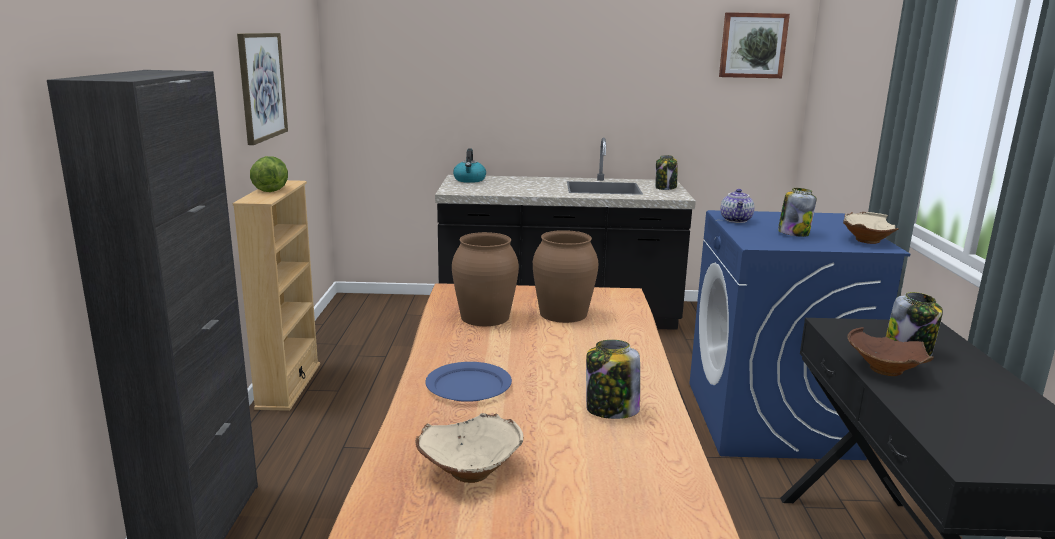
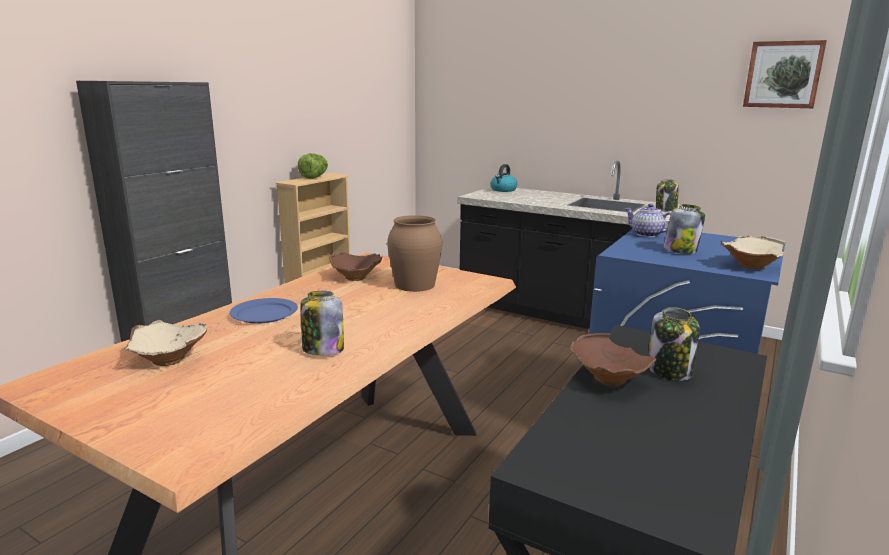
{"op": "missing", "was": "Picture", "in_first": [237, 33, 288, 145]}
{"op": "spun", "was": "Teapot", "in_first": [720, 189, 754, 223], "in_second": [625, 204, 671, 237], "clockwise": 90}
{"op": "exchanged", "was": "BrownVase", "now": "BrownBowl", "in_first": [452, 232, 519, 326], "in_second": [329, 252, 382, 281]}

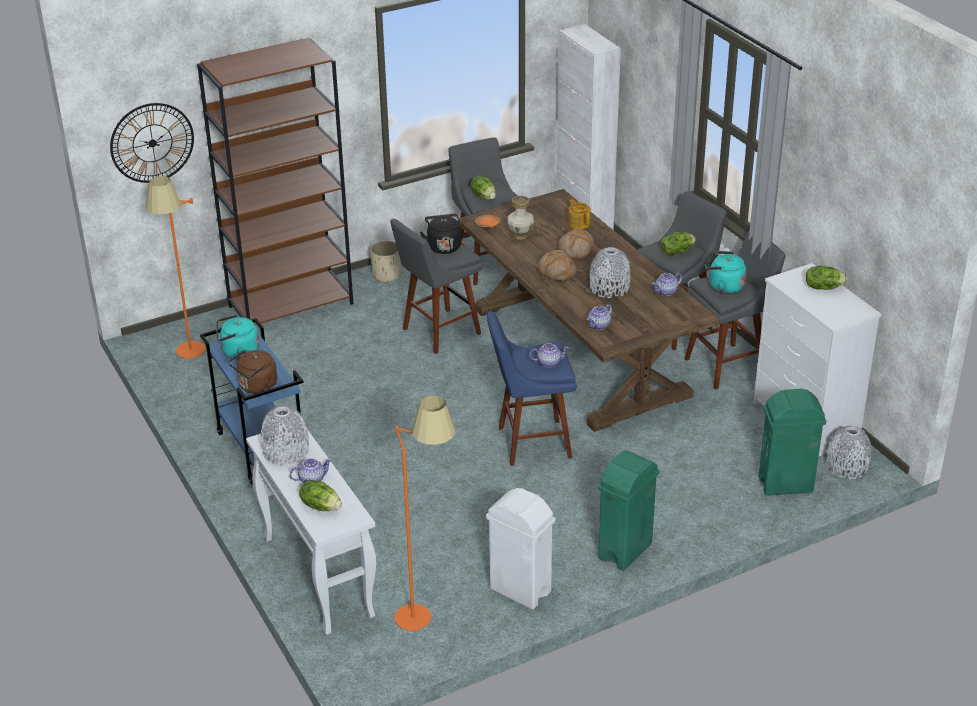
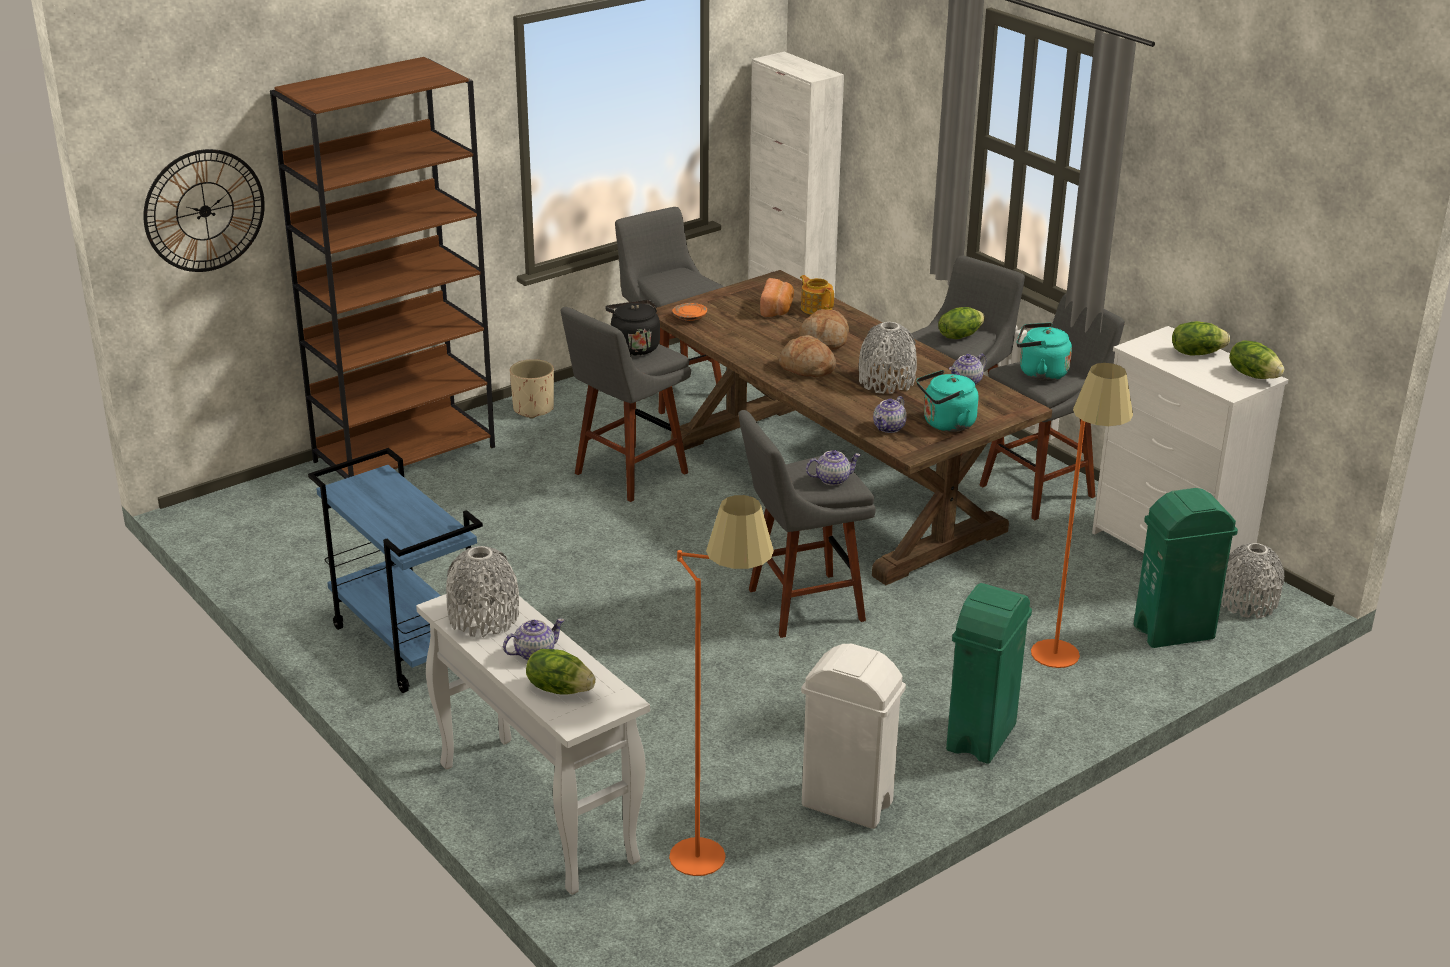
{"op": "relocated", "was": "OrangeFloorLamp", "in_first": [146, 176, 206, 358], "in_second": [1031, 363, 1133, 668]}
{"op": "relocated", "was": "Lettuce", "in_first": [471, 176, 496, 200], "in_second": [1229, 341, 1284, 379]}
{"op": "missing", "was": "Vase", "in_first": [507, 196, 534, 240]}
{"op": "colour", "was": "BlueStool", "now": "GreyStool", "in_first": [487, 311, 577, 466], "in_second": [738, 410, 876, 638]}
{"op": "relocated", "was": "TurquoiseKettle", "in_first": [216, 314, 259, 360], "in_second": [916, 370, 979, 432]}
{"op": "missing", "was": "BrownKettle", "in_first": [228, 349, 277, 394]}
{"op": "appeared", "now": "Bread", "in_second": [760, 278, 794, 317]}

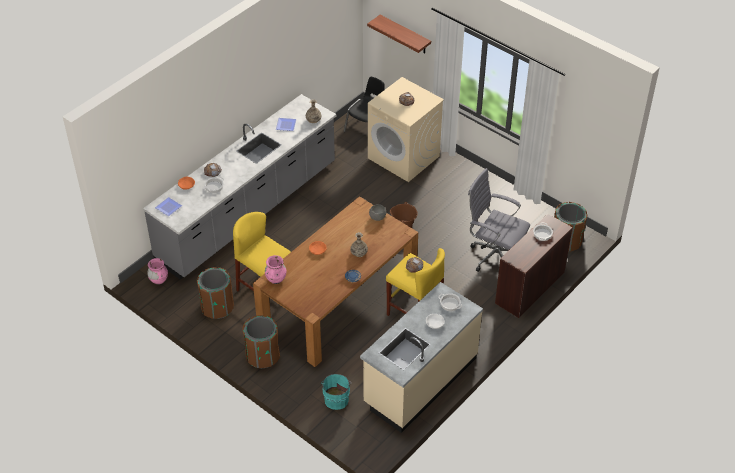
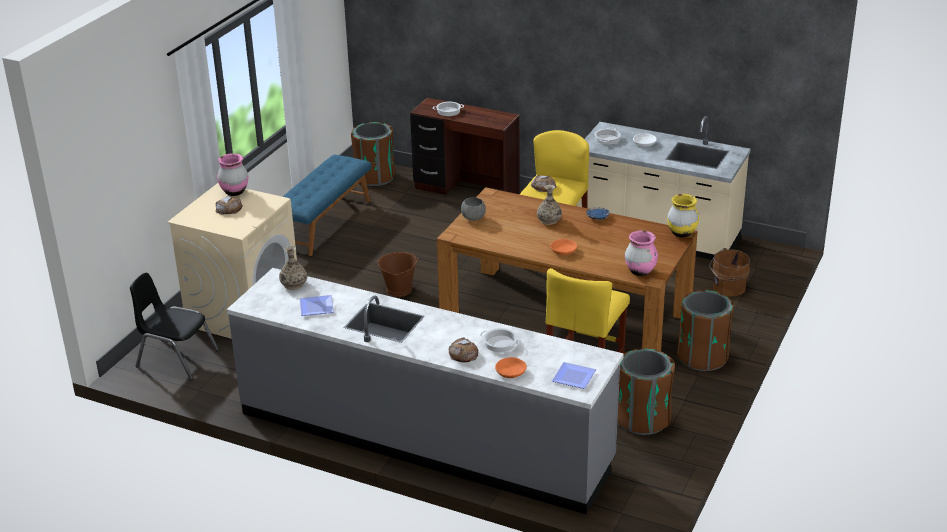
{"op": "missing", "was": "Shelf", "in_first": [367, 15, 431, 53]}
{"op": "missing", "was": "GreyOfficeChair", "in_first": [468, 168, 530, 272]}
{"op": "relocated", "was": "PinkVase", "in_first": [147, 258, 168, 285], "in_second": [217, 153, 248, 196]}
{"op": "colour", "was": "TurquoiseBucket", "now": "BrownBucket", "in_first": [321, 374, 351, 410], "in_second": [709, 248, 750, 297]}
{"op": "appeared", "now": "BlueBench", "in_second": [283, 154, 372, 256]}
{"op": "appeared", "now": "YellowVase", "in_second": [667, 194, 699, 238]}

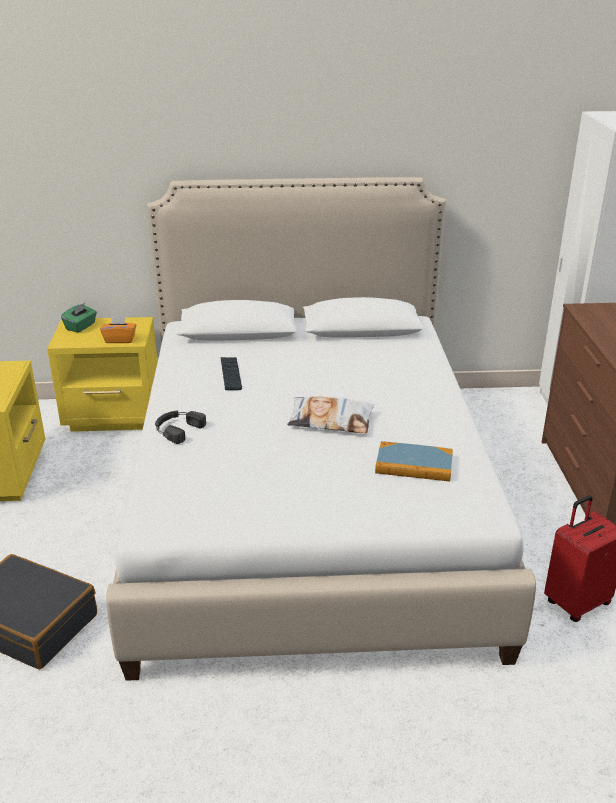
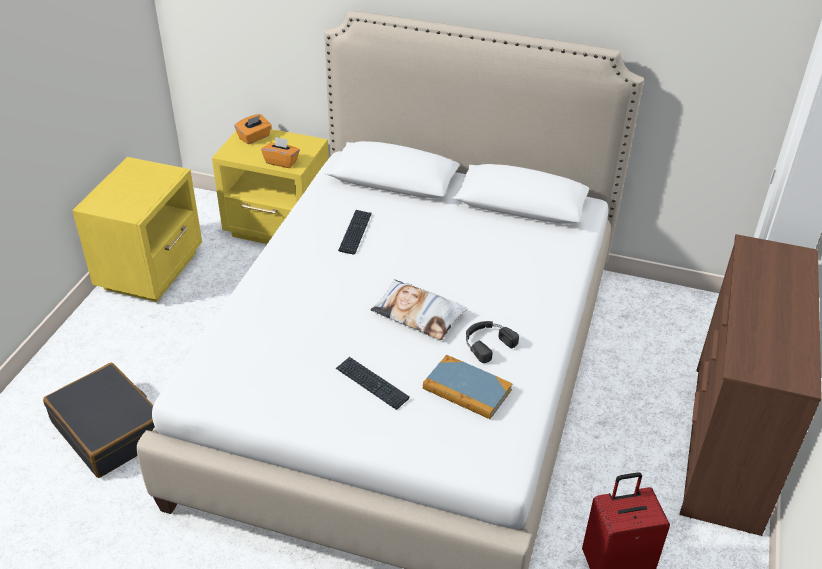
{"op": "colour", "was": "GreenTissueBox", "now": "OrangeTissueBox", "in_first": [61, 303, 97, 333], "in_second": [234, 114, 272, 144]}
{"op": "relocated", "was": "BlackHeadphones", "in_first": [155, 410, 206, 444], "in_second": [466, 321, 519, 363]}
{"op": "appeared", "now": "Keyboard", "in_second": [336, 357, 410, 410]}

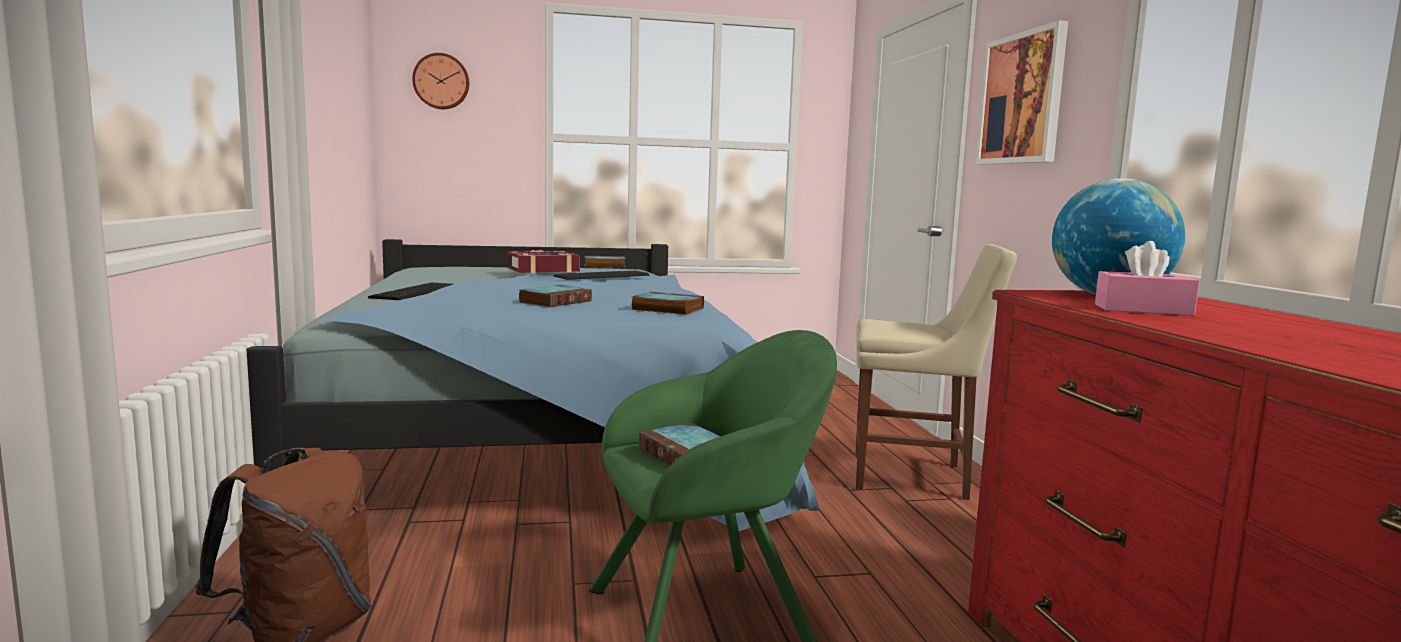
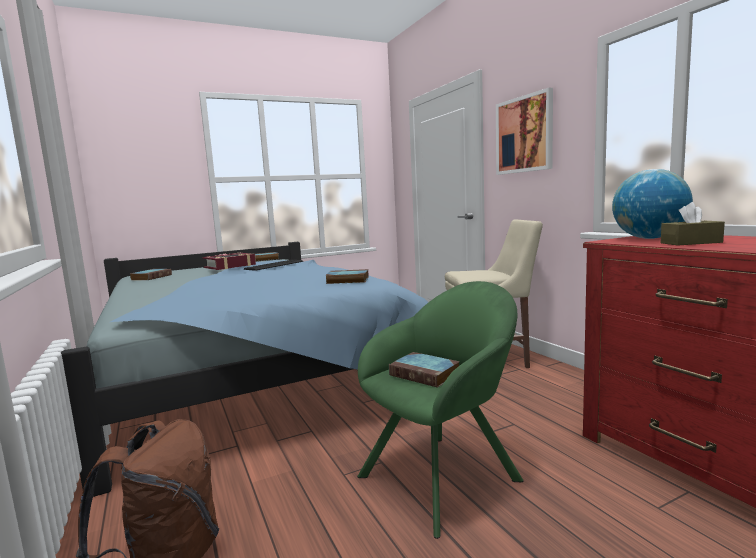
{"op": "missing", "was": "WallClock", "in_first": [412, 53, 469, 109]}
{"op": "colour", "was": "PinkTissueBox", "now": "BrownTissueBox", "in_first": [1095, 241, 1200, 316], "in_second": [661, 202, 725, 246]}
{"op": "missing", "was": "Keyboard", "in_first": [368, 283, 453, 300]}
{"op": "relocated", "was": "Book", "in_first": [519, 285, 592, 307], "in_second": [130, 269, 172, 280]}

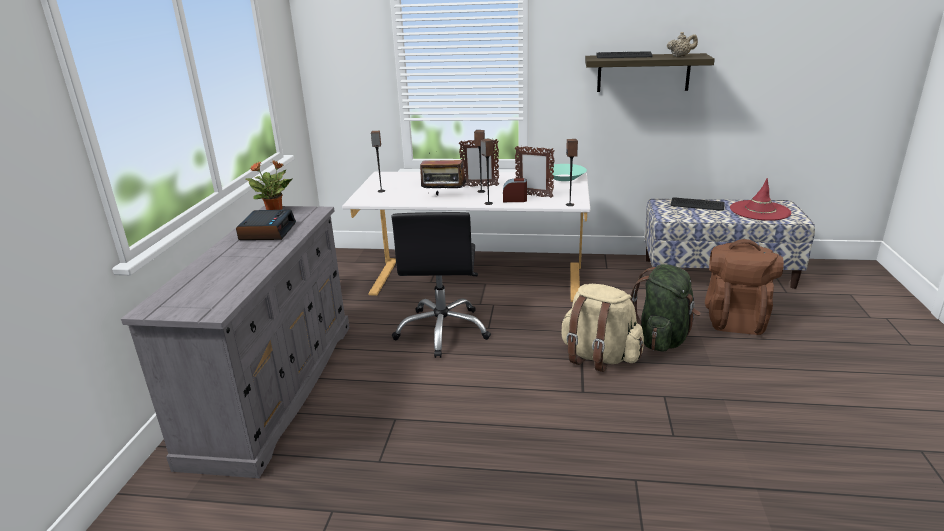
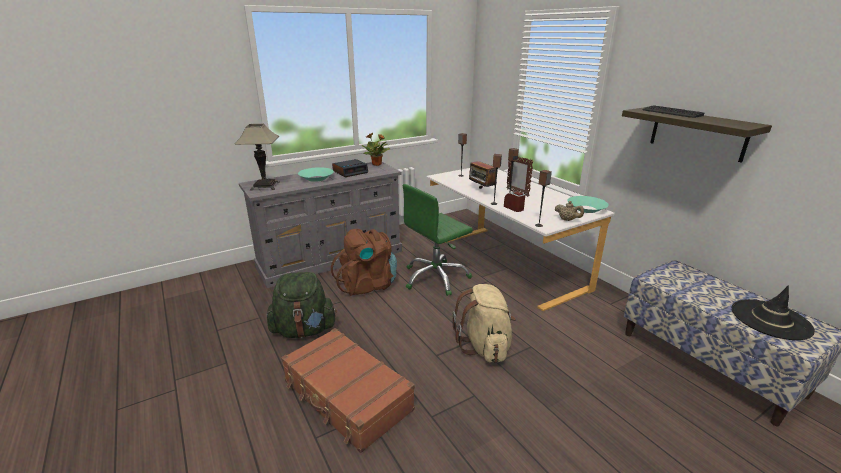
{"op": "relocated", "was": "BeigeTeapot", "in_first": [667, 32, 698, 57], "in_second": [555, 201, 584, 221]}
{"op": "missing", "was": "PictureFrame", "in_first": [515, 146, 555, 198]}
{"op": "colour", "was": "RedHat", "now": "BlackHat", "in_first": [730, 178, 791, 221], "in_second": [732, 285, 815, 340]}
{"op": "missing", "was": "Keyboard", "in_first": [671, 197, 725, 211]}
{"op": "colour", "was": "BlackOfficeChair", "now": "GreenOfficeChair", "in_first": [392, 212, 491, 358], "in_second": [403, 184, 473, 296]}
{"op": "relocated", "was": "BrownBackpack", "in_first": [705, 239, 784, 335], "in_second": [331, 229, 397, 296]}
{"op": "relocated", "was": "GreenBackpack", "in_first": [630, 264, 701, 352], "in_second": [267, 272, 337, 338]}
{"op": "appeared", "now": "TableLamp", "in_second": [235, 124, 280, 191]}
{"op": "appeared", "now": "TurquoiseBowl", "in_second": [298, 167, 334, 182]}
{"op": "appeared", "now": "BrownSuitcase", "in_second": [281, 328, 415, 453]}

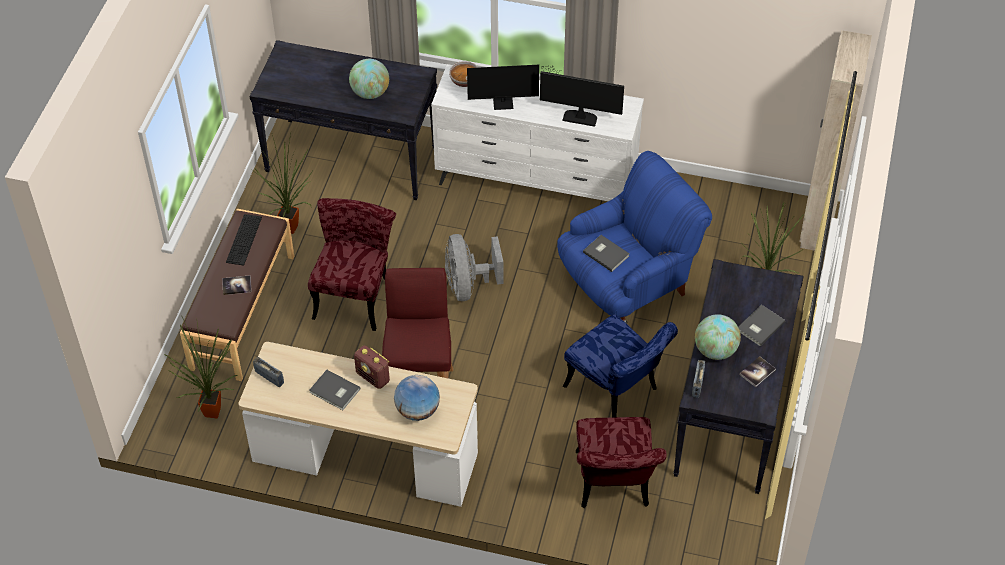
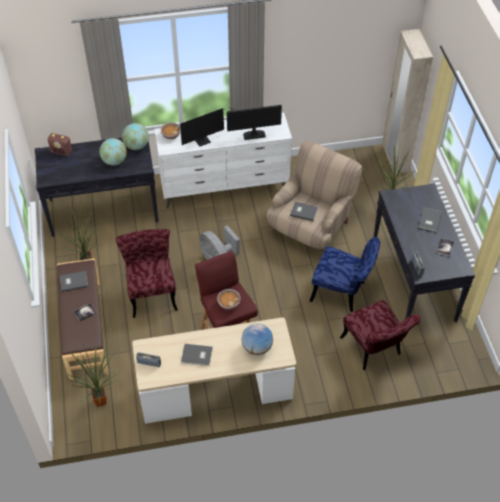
{"op": "colour", "was": "BlueArmchair", "now": "BeigeArmchair", "in_first": [557, 151, 712, 323], "in_second": [267, 141, 363, 252]}
{"op": "exchanged", "was": "Keyboard", "now": "GreyBook", "in_first": [226, 214, 262, 266], "in_second": [60, 271, 88, 292]}
{"op": "relocated", "was": "Globe", "in_first": [695, 314, 741, 360], "in_second": [122, 123, 149, 150]}
{"op": "relocated", "was": "Radio", "in_first": [354, 345, 390, 389], "in_second": [48, 133, 72, 156]}
{"op": "appeared", "now": "Bowl", "in_second": [217, 289, 241, 310]}

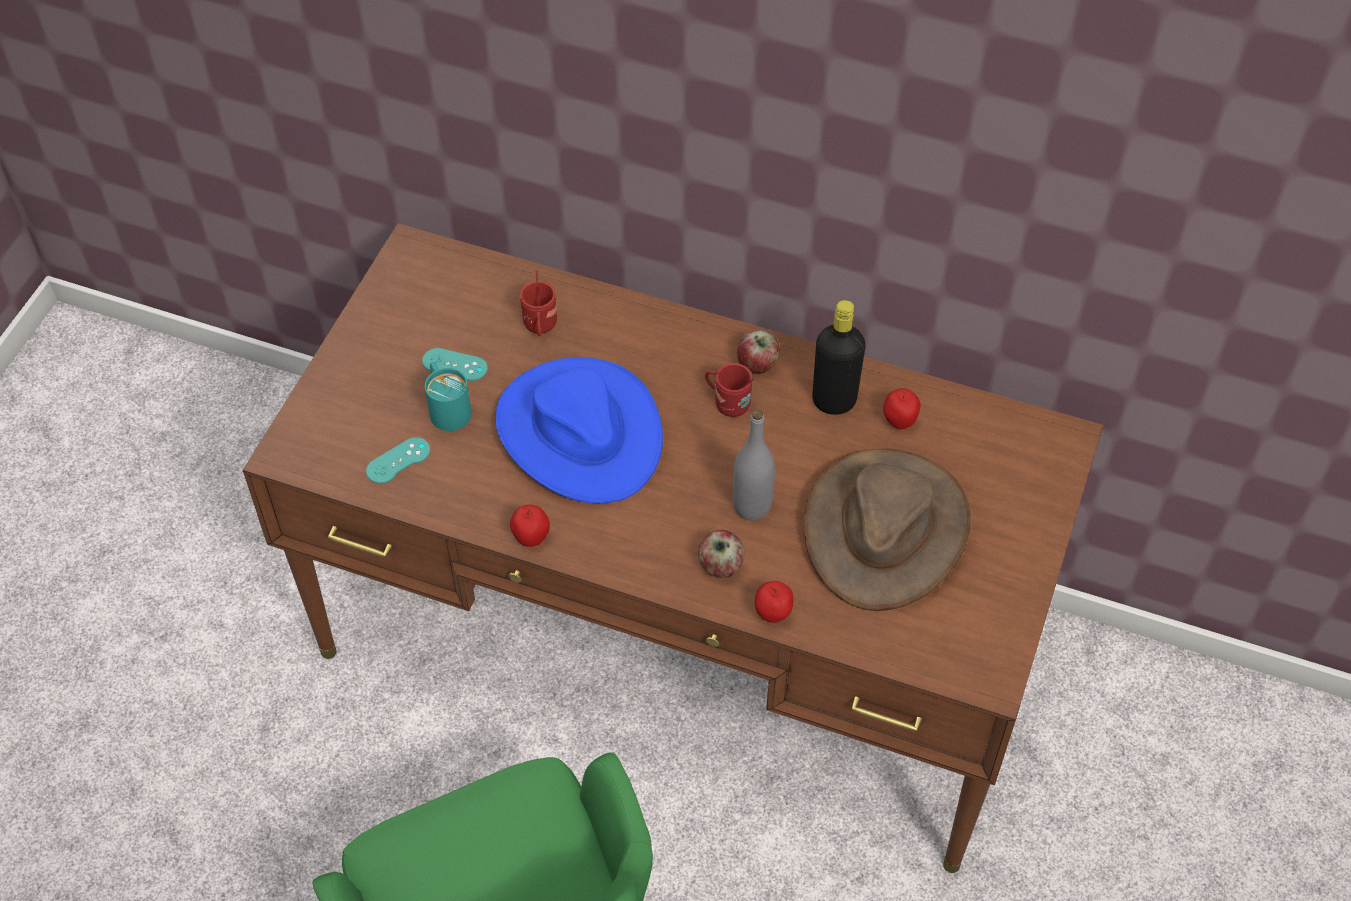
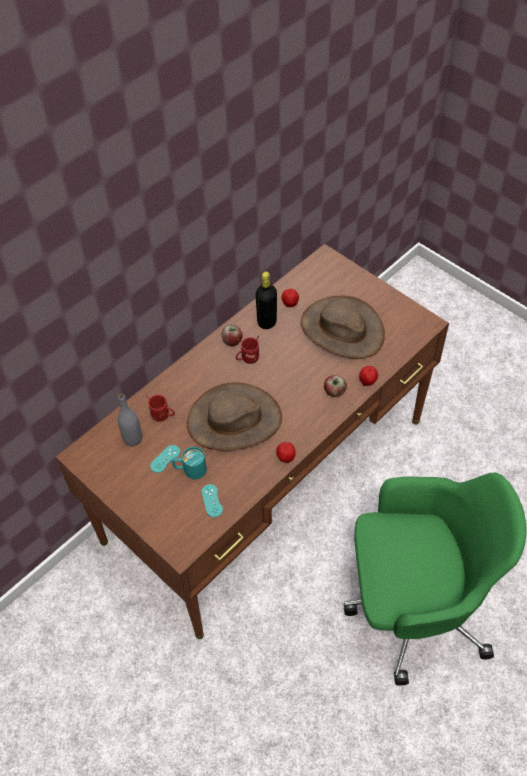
{"op": "colour", "was": "BlueHat", "now": "BrownHat", "in_first": [495, 357, 663, 504], "in_second": [187, 382, 282, 450]}
{"op": "relocated", "was": "GreyBottle", "in_first": [733, 410, 775, 520], "in_second": [118, 393, 142, 446]}

